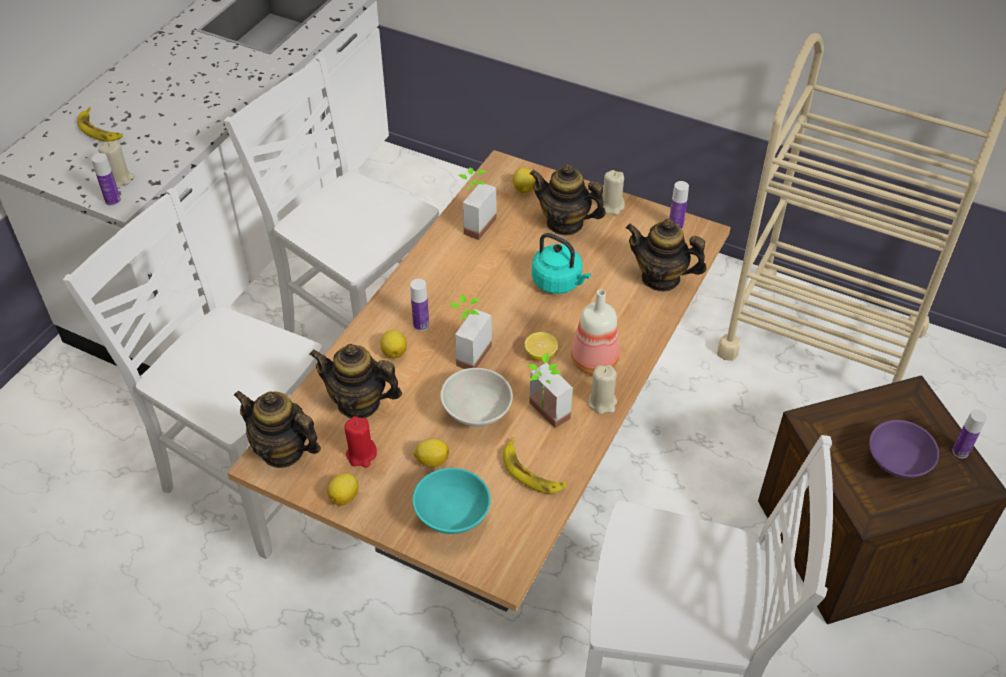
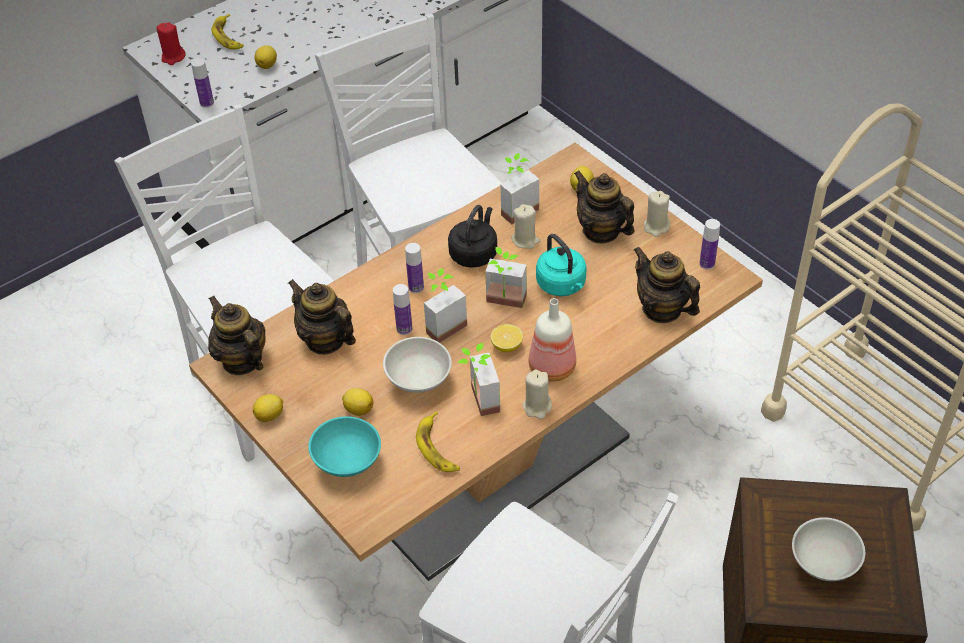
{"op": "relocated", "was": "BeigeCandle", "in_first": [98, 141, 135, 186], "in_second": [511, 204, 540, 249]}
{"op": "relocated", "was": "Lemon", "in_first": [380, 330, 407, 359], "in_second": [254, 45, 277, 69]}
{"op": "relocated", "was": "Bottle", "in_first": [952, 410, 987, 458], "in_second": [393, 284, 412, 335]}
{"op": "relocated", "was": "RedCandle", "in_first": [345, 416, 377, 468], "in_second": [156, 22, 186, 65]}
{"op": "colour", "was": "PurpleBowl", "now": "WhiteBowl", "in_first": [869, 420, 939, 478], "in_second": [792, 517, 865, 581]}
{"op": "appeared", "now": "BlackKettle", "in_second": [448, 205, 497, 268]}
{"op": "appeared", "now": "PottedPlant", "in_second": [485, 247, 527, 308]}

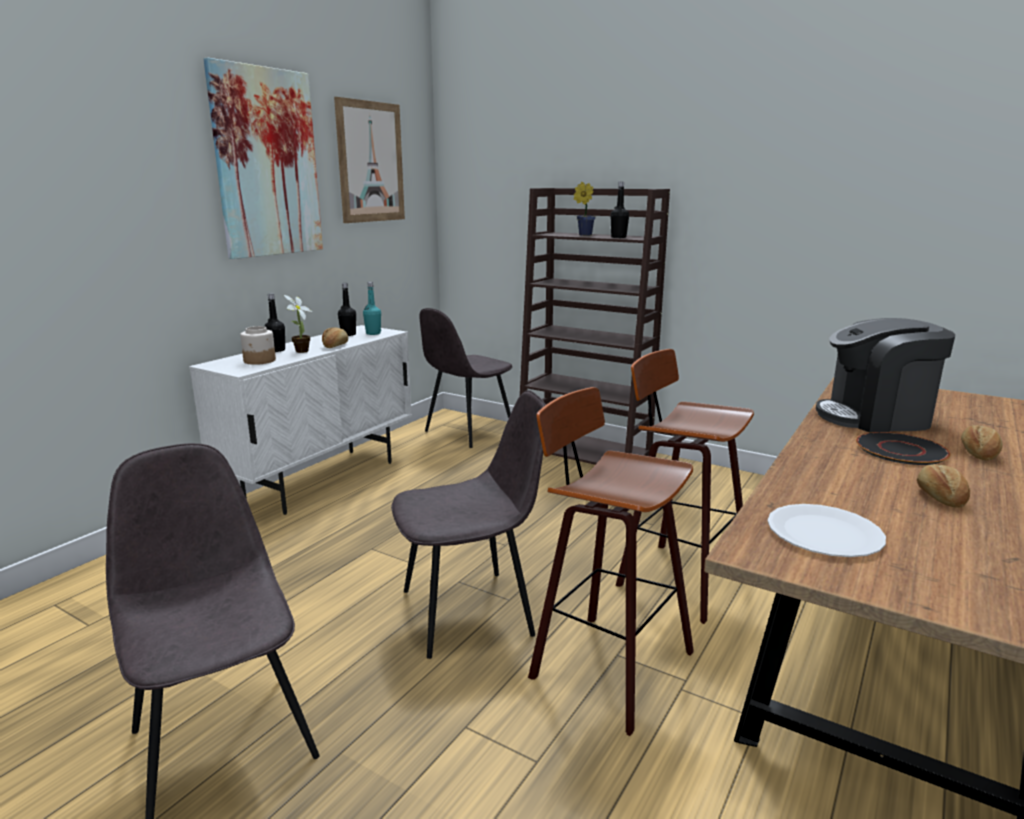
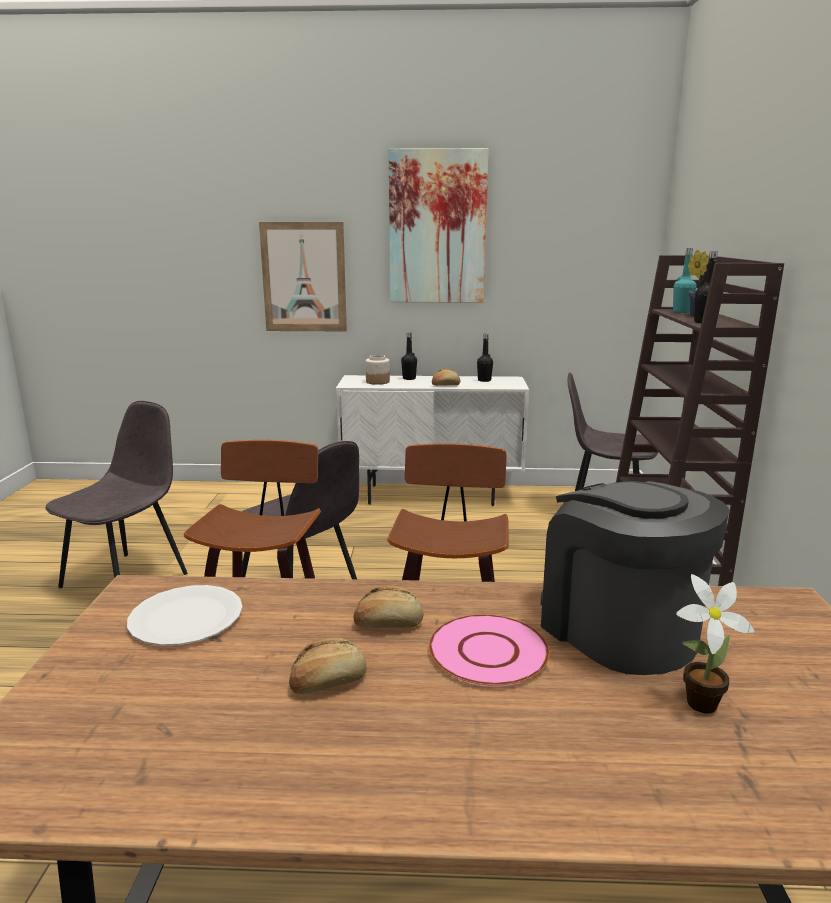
{"op": "relocated", "was": "Picture", "in_first": [334, 97, 405, 223], "in_second": [259, 222, 347, 331]}
{"op": "relocated", "was": "TurquoiseBottle", "in_first": [363, 282, 381, 335], "in_second": [673, 248, 696, 313]}
{"op": "relocated", "was": "PottedPlant", "in_first": [284, 295, 312, 353], "in_second": [676, 574, 754, 713]}
{"op": "relocated", "was": "Bread", "in_first": [961, 425, 1003, 460], "in_second": [353, 586, 423, 628]}
{"op": "colour", "was": "BlackPlate", "now": "PinkPlate", "in_first": [856, 432, 950, 465], "in_second": [429, 615, 550, 687]}

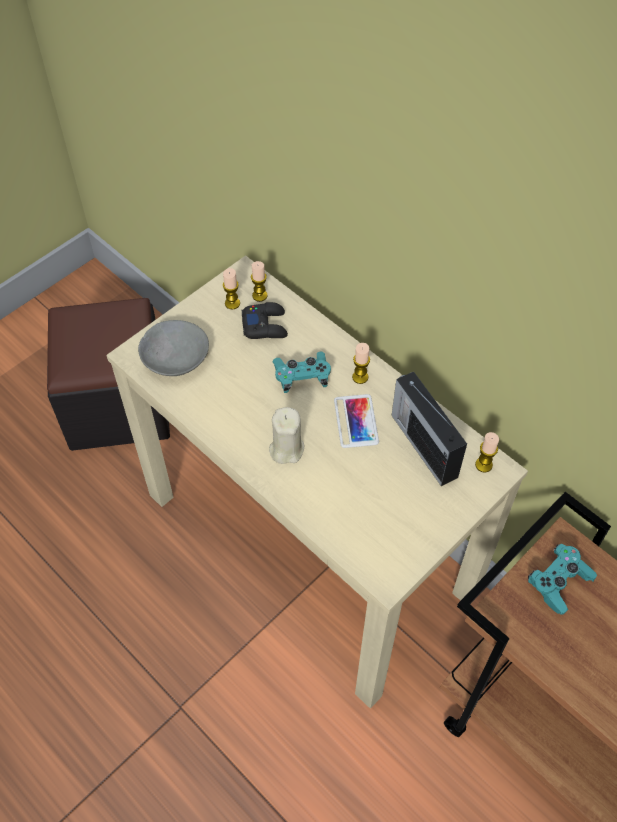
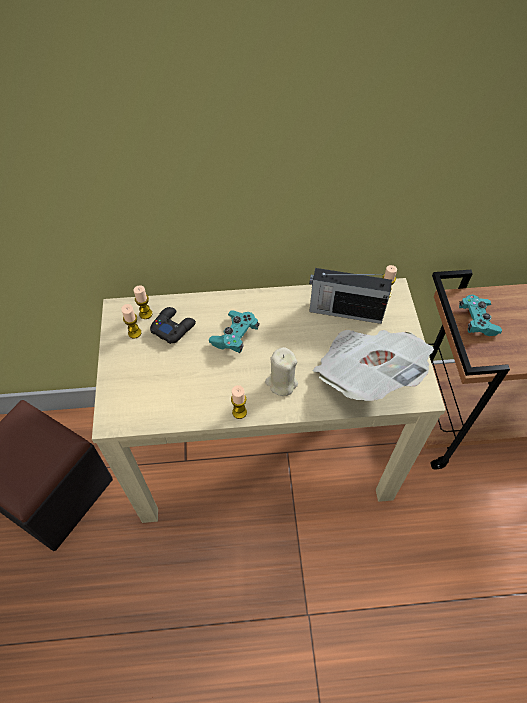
{"op": "missing", "was": "GreyBowl", "in_first": [138, 320, 209, 376]}
{"op": "relocated", "was": "Candle", "in_first": [352, 343, 370, 384], "in_second": [231, 385, 247, 419]}
{"op": "missing", "was": "Phone", "in_first": [334, 394, 379, 448]}
{"op": "appeared", "now": "Newspaper", "in_second": [313, 330, 434, 401]}

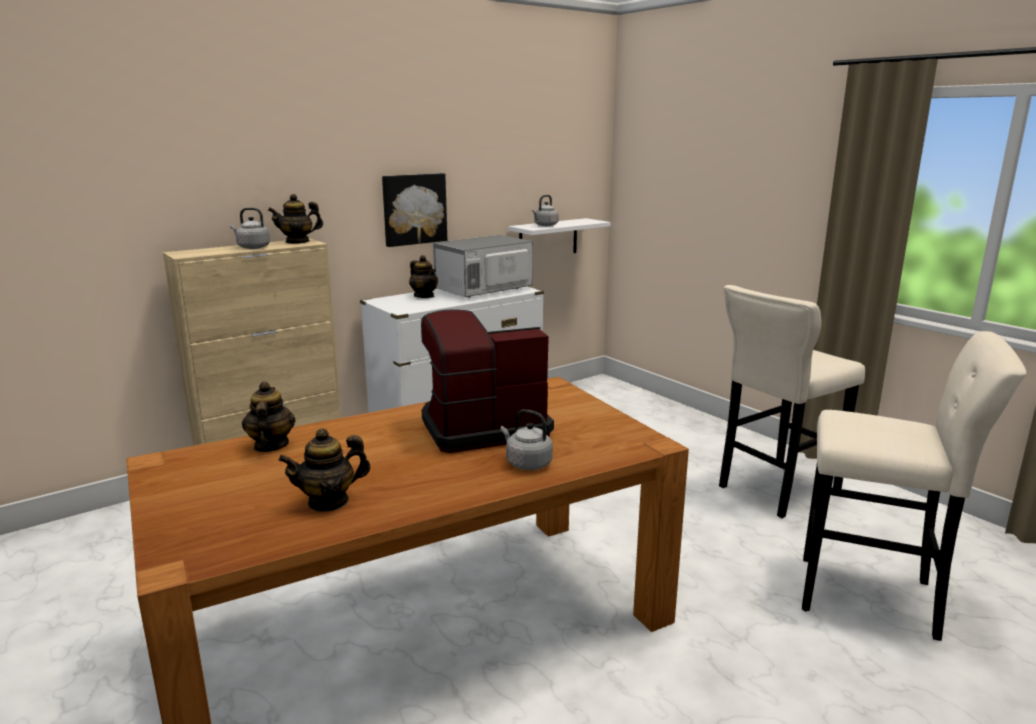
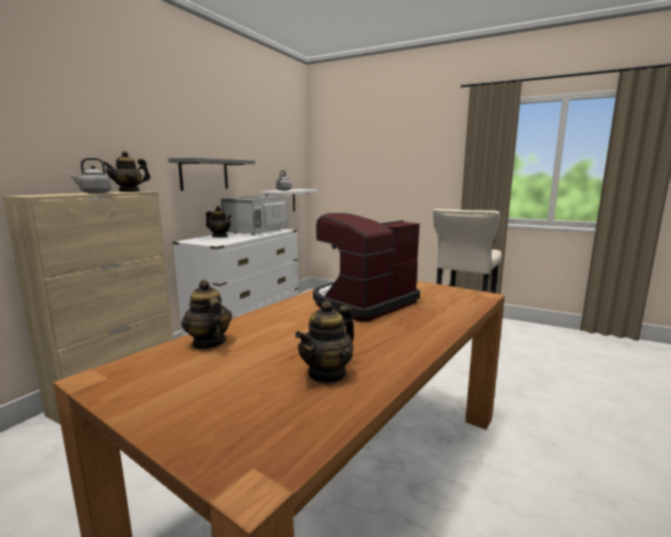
{"op": "exchanged", "was": "Picture", "now": "GreyShelf", "in_first": [382, 173, 447, 247], "in_second": [168, 158, 255, 191]}
{"op": "missing", "was": "BeigeStool", "in_first": [802, 331, 1027, 641]}
{"op": "missing", "was": "GreyKettle", "in_first": [500, 409, 553, 470]}

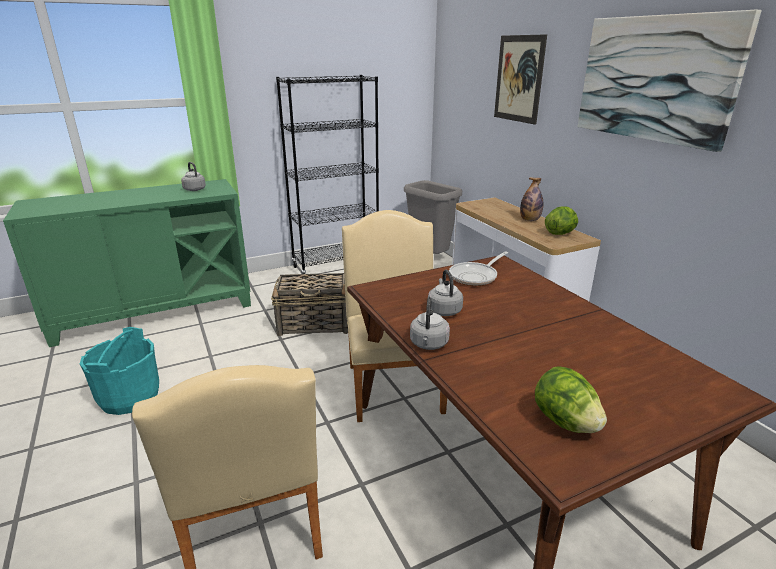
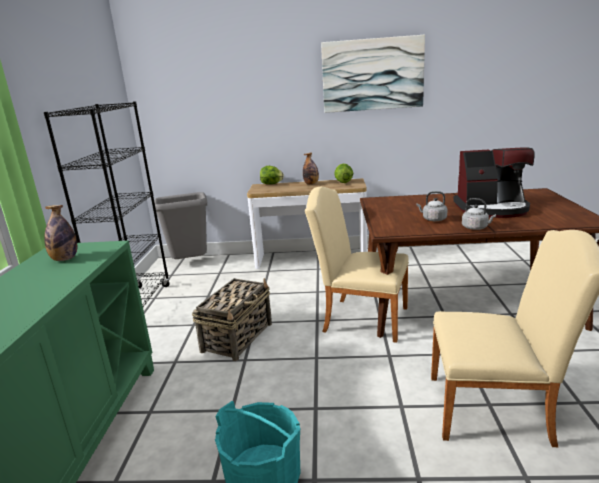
{"op": "missing", "was": "Picture", "in_first": [494, 34, 547, 125]}
{"op": "exchanged", "was": "GreyKettle", "now": "Bottle", "in_first": [181, 162, 206, 191], "in_second": [44, 205, 77, 261]}
{"op": "missing", "was": "FryingPan", "in_first": [449, 251, 508, 286]}
{"op": "relocated", "was": "Lettuce", "in_first": [535, 366, 607, 433], "in_second": [260, 166, 284, 184]}
{"op": "appeared", "now": "CoffeeMachine", "in_second": [453, 147, 535, 218]}

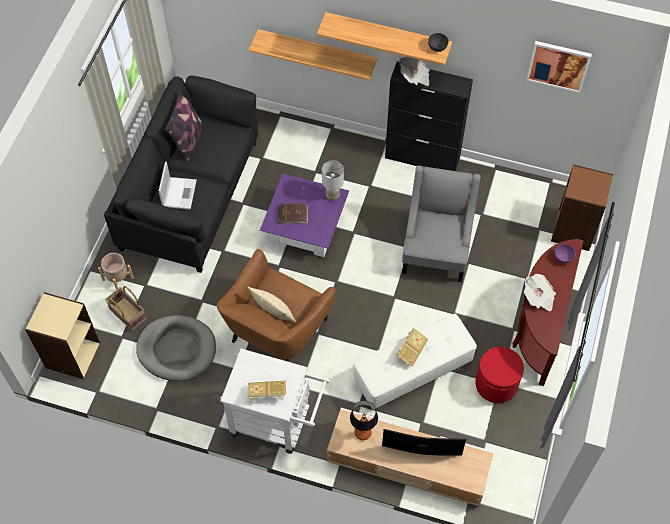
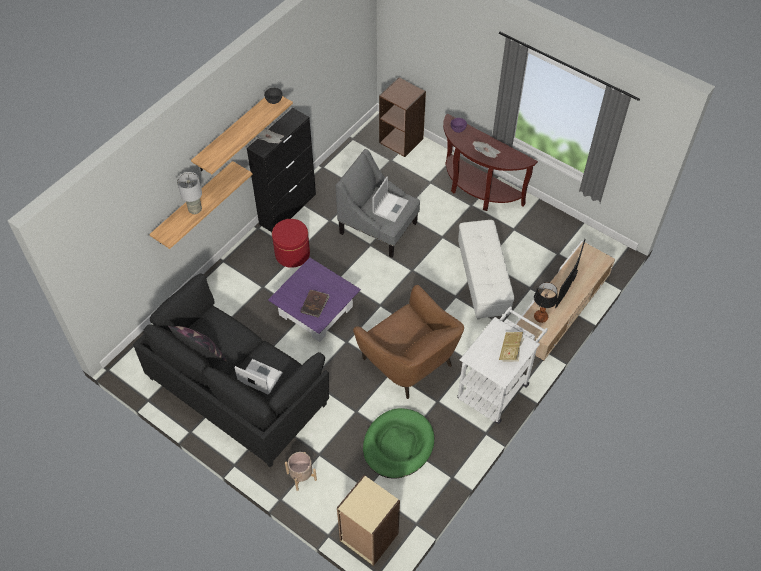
{"op": "missing", "was": "Picture", "in_first": [526, 41, 592, 93]}
{"op": "relocated", "was": "GreyTableLamp", "in_first": [322, 160, 344, 200], "in_second": [177, 172, 202, 214]}
{"op": "missing", "was": "Basket", "in_first": [105, 286, 146, 331]}
{"op": "missing", "was": "BeigePillow", "in_first": [248, 286, 296, 322]}
{"op": "colour", "was": "GreyDogBed", "now": "GreenDogBed", "in_first": [136, 315, 216, 381], "in_second": [363, 408, 434, 479]}
{"op": "missing", "was": "Book", "in_first": [396, 328, 428, 367]}
{"op": "relocated", "was": "RedOttoman", "in_first": [475, 347, 524, 403], "in_second": [272, 219, 310, 268]}
{"op": "appeared", "now": "Laptop", "in_second": [372, 177, 409, 222]}

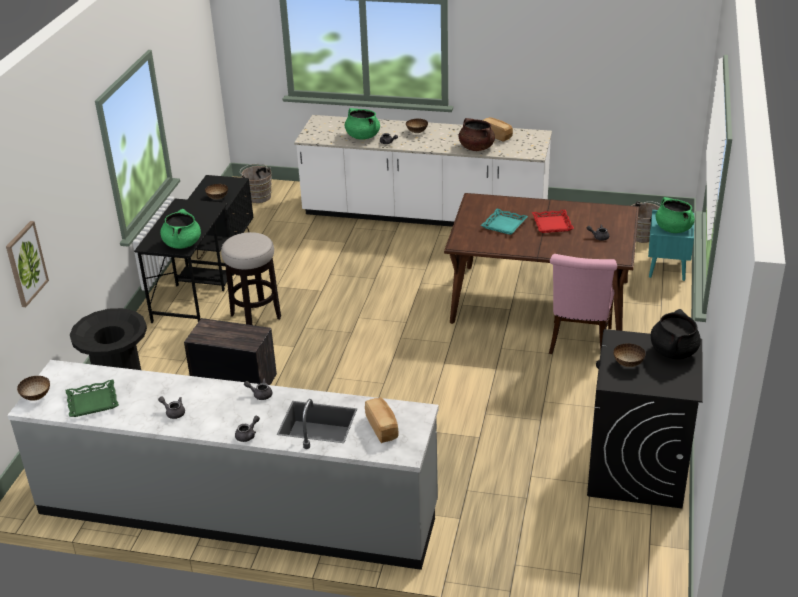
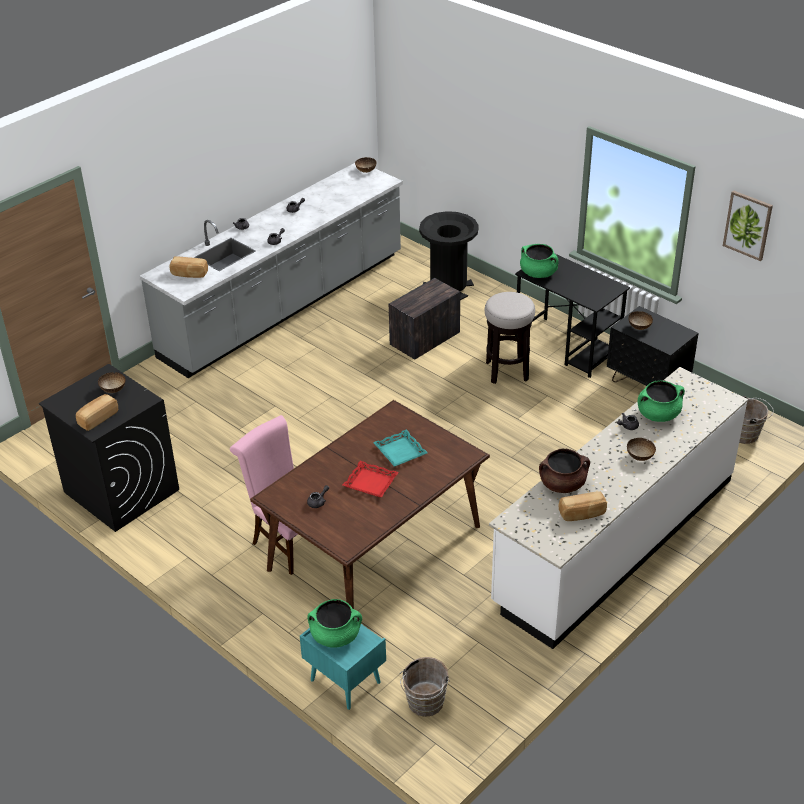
{"op": "relocated", "was": "Picture", "in_first": [6, 221, 49, 307], "in_second": [723, 190, 773, 261]}
{"op": "exchanged", "was": "BlackCookingPot", "now": "Bread", "in_first": [651, 309, 701, 359], "in_second": [76, 394, 118, 431]}
{"op": "missing", "was": "GreenTray", "in_first": [65, 379, 119, 417]}

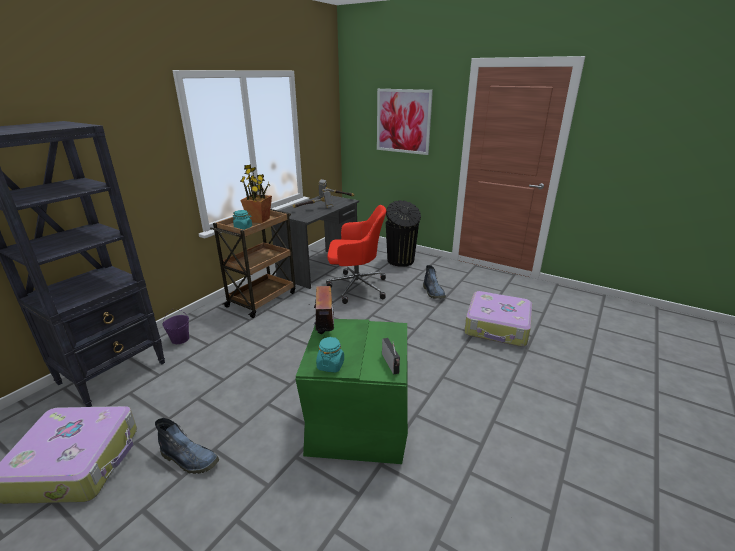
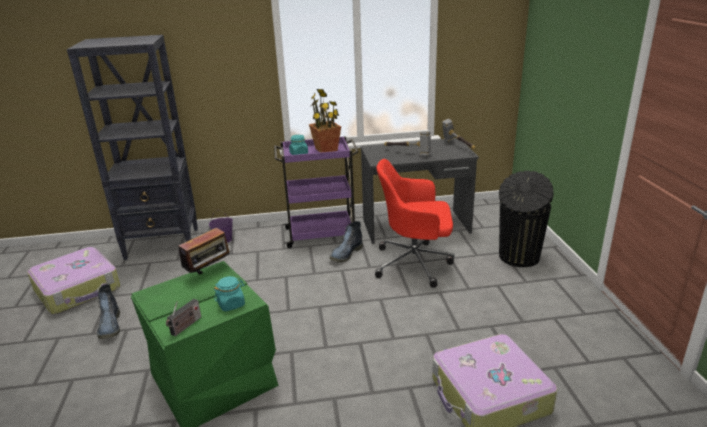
{"op": "missing", "was": "Picture", "in_first": [377, 89, 433, 155]}
{"op": "spun", "was": "RedOfficeChair", "in_first": [326, 205, 386, 304], "in_second": [375, 159, 455, 288], "clockwise": 135}
{"op": "colour", "was": "BrownCart", "now": "PurpleCart", "in_first": [210, 209, 296, 318], "in_second": [274, 136, 358, 248]}
{"op": "relocated", "was": "Boot", "in_first": [423, 265, 446, 299], "in_second": [329, 221, 363, 262]}
{"op": "relocated", "was": "TurquoiseJar", "in_first": [316, 337, 344, 373], "in_second": [214, 276, 245, 311]}

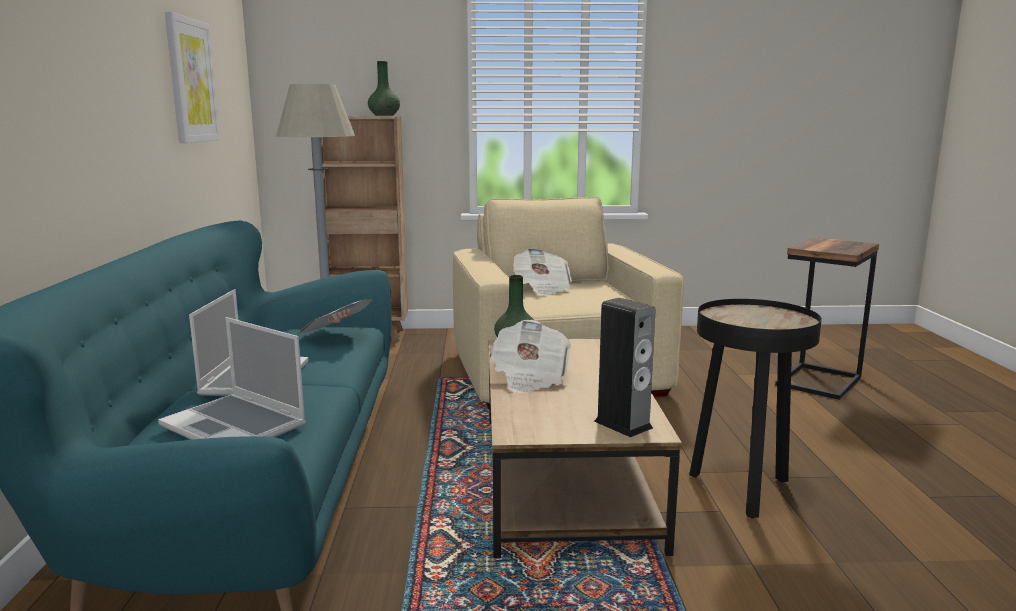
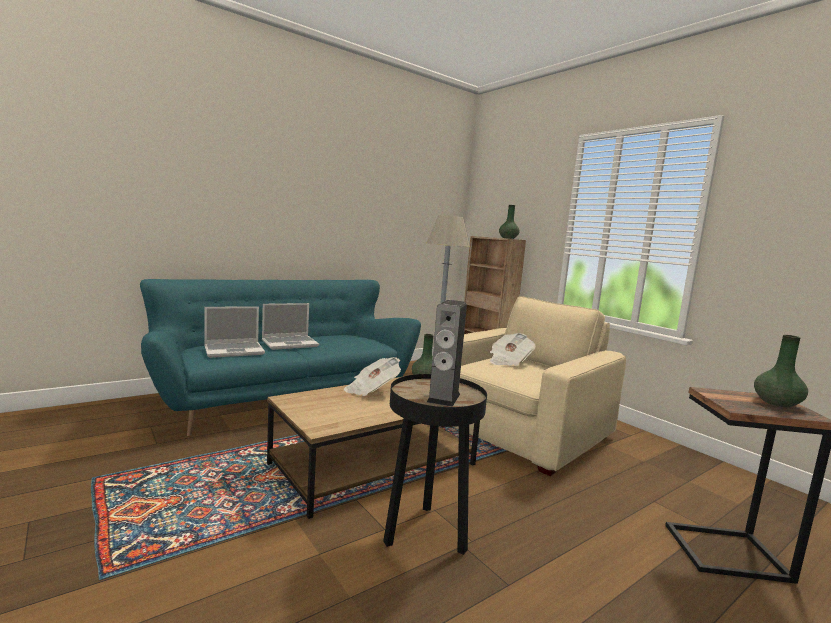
{"op": "missing", "was": "Picture", "in_first": [165, 12, 220, 143]}
{"op": "relocated", "was": "Speaker", "in_first": [594, 298, 656, 437], "in_second": [427, 300, 467, 407]}
{"op": "missing", "was": "Newspaper", "in_first": [297, 299, 372, 334]}
{"op": "spun", "was": "Laptop", "in_first": [158, 317, 306, 440], "in_second": [204, 306, 265, 358], "clockwise": -120}
{"op": "appeared", "now": "GreenVase", "in_second": [754, 335, 808, 408]}

